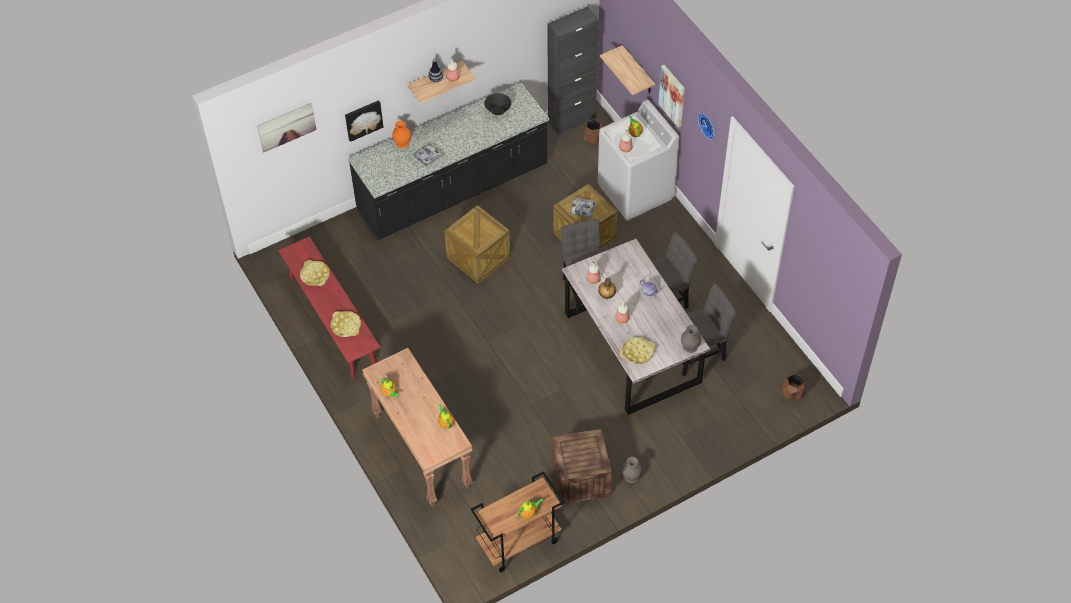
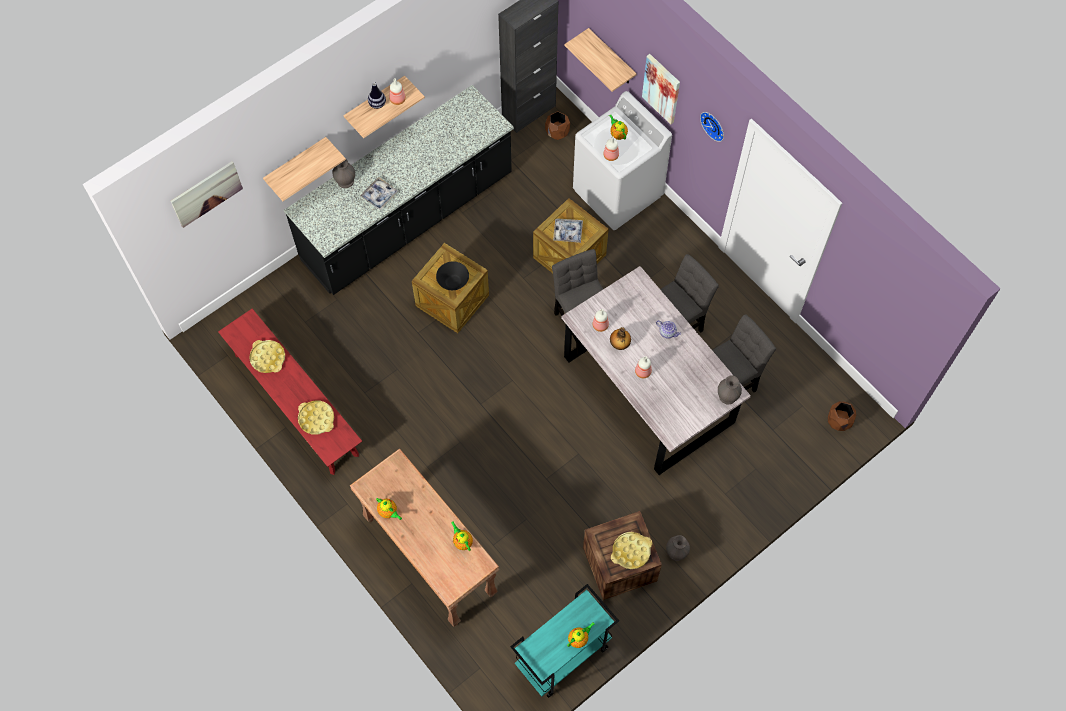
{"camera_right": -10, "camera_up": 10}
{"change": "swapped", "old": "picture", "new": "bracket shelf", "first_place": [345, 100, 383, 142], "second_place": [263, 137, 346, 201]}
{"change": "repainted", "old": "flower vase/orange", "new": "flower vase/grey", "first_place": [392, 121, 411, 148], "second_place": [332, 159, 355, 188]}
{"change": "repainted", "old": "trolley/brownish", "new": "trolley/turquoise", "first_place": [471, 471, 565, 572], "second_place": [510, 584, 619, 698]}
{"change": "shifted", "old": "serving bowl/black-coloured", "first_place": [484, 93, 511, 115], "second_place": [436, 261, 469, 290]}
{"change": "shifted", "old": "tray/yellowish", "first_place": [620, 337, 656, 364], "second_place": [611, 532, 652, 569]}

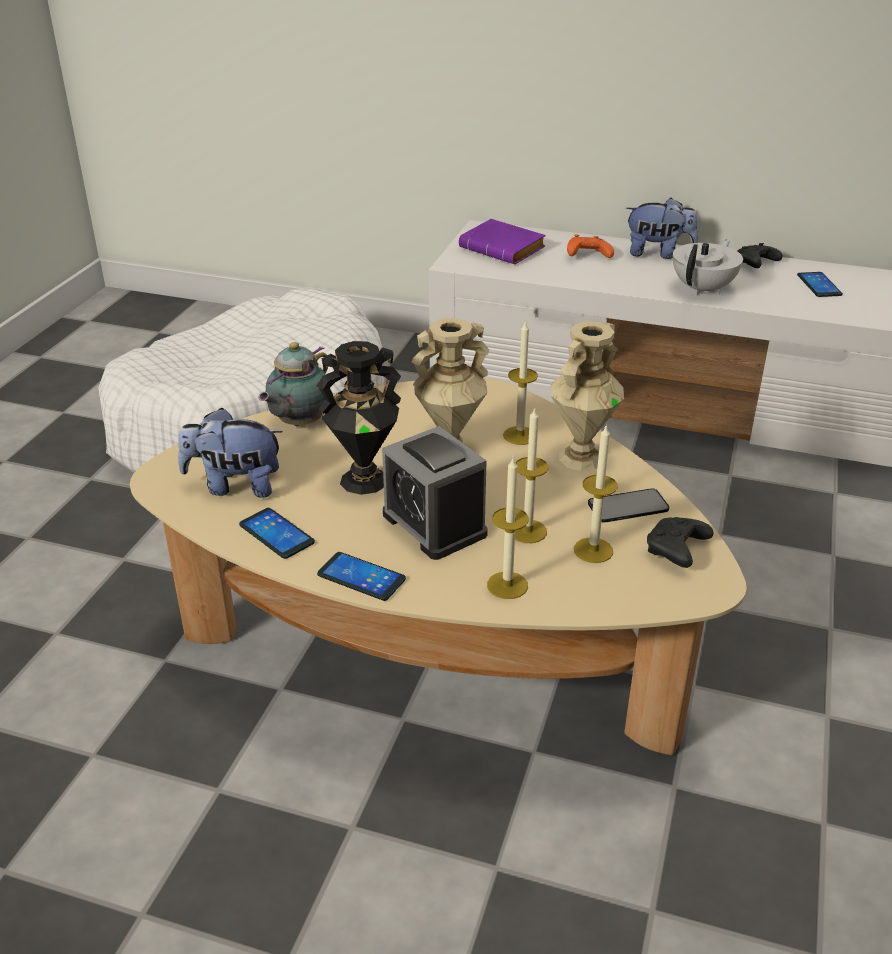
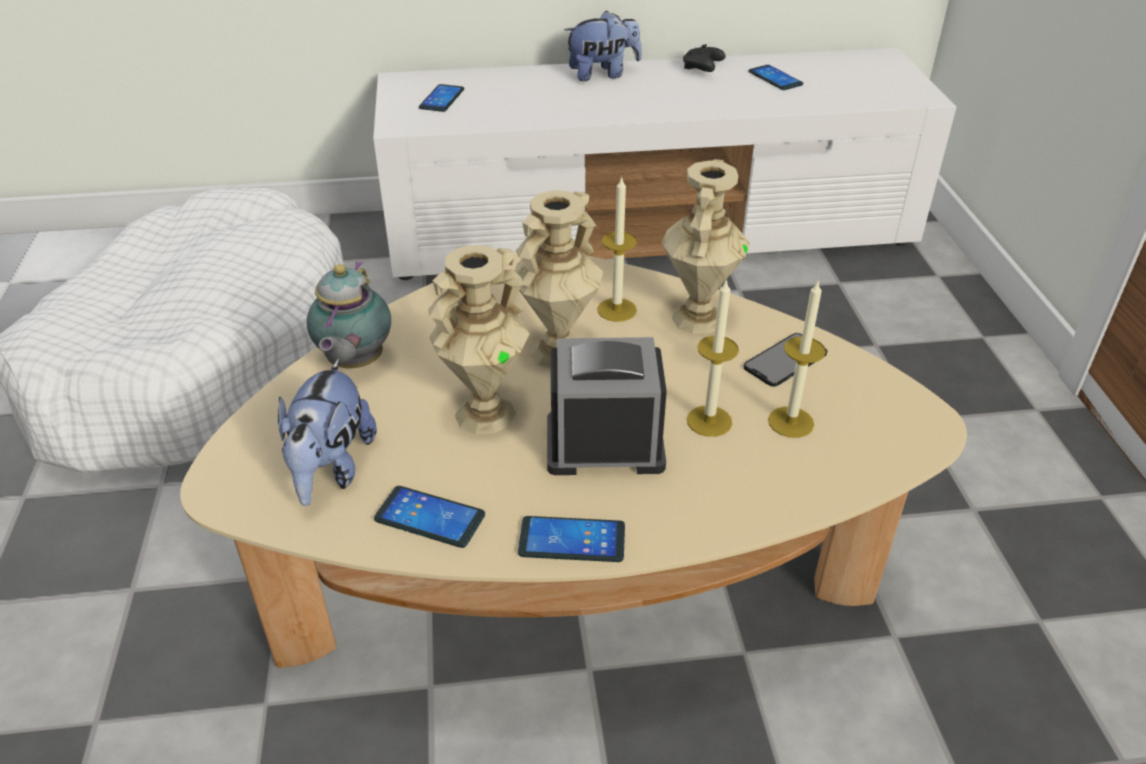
{"camera_right": -25, "camera_up": 5}
{"change": "rotated", "old": "plush toy", "first_place": [178, 408, 283, 498], "second_place": [278, 358, 377, 506], "degrees": -60}
{"change": "repainted", "old": "flower vase/black-coloured", "new": "flower vase/sand-coloured", "first_place": [316, 341, 401, 495], "second_place": [428, 245, 530, 434]}
{"change": "rotated", "old": "alarm clock", "first_place": [382, 426, 488, 560], "second_place": [547, 337, 667, 475], "degrees": 150}
{"change": "swapped", "old": "bound book/purplish", "new": "phone", "first_place": [459, 219, 546, 264], "second_place": [419, 84, 464, 112]}
{"change": "gone", "old": "wax light", "first_place": [487, 458, 529, 599]}
{"change": "gone", "old": "joypad/orange", "first_place": [567, 234, 614, 258]}
{"change": "gone", "old": "joypad/black-coloured", "first_place": [647, 517, 713, 568]}
{"change": "gone", "old": "teapot/white", "first_place": [673, 239, 743, 295]}

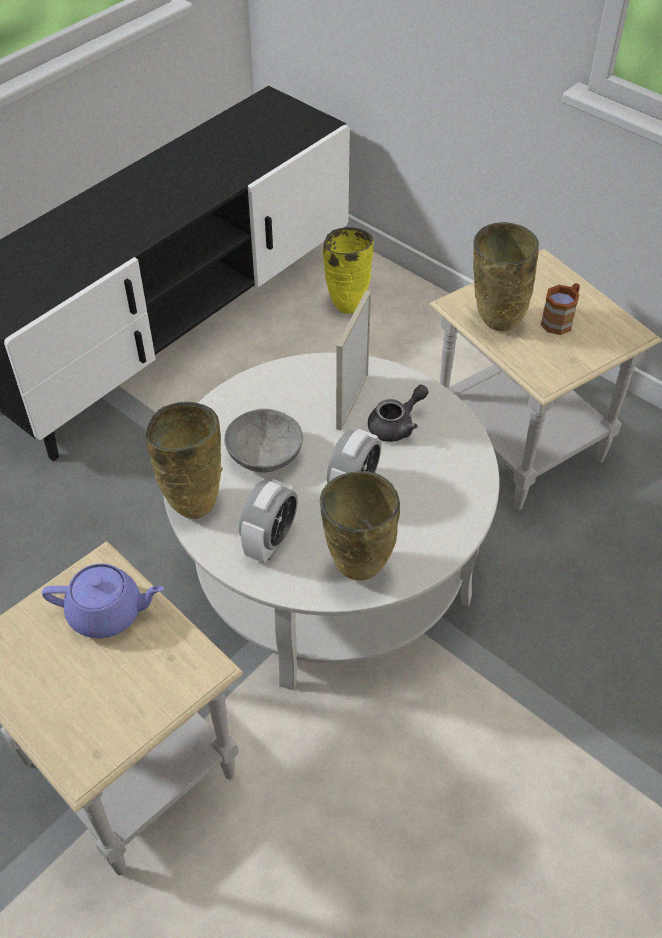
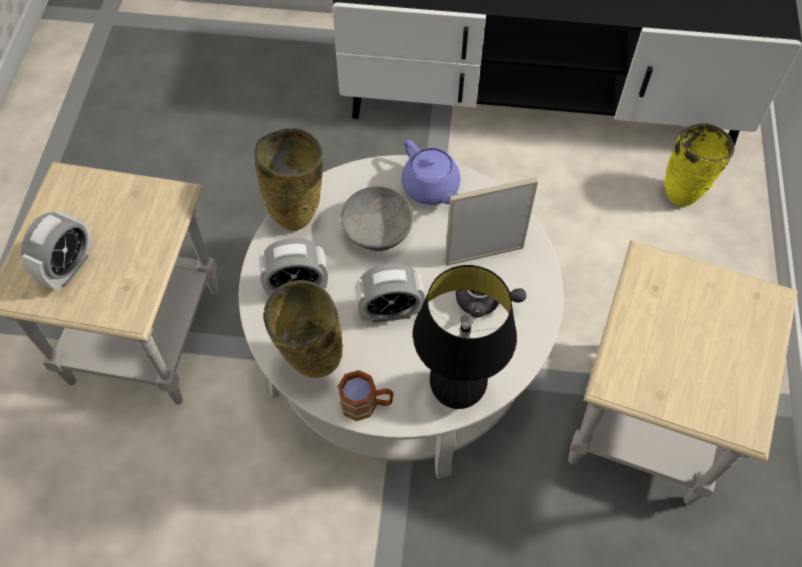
{"camera_right": 55, "camera_up": 10}
{"change": "shifted", "old": "teapot/purplish", "first_place": [42, 564, 164, 638], "second_place": [401, 140, 460, 205]}
{"change": "gone", "old": "flower vase/sand-coloured", "first_place": [473, 222, 539, 331]}
{"change": "shifted", "old": "mug/brownish", "first_place": [541, 283, 580, 335], "second_place": [338, 370, 393, 421]}
{"change": "new", "new": "alarm clock", "second_place": [21, 211, 93, 291]}
{"change": "new", "new": "tabletop lamp/black-coloured", "second_place": [413, 265, 517, 409]}

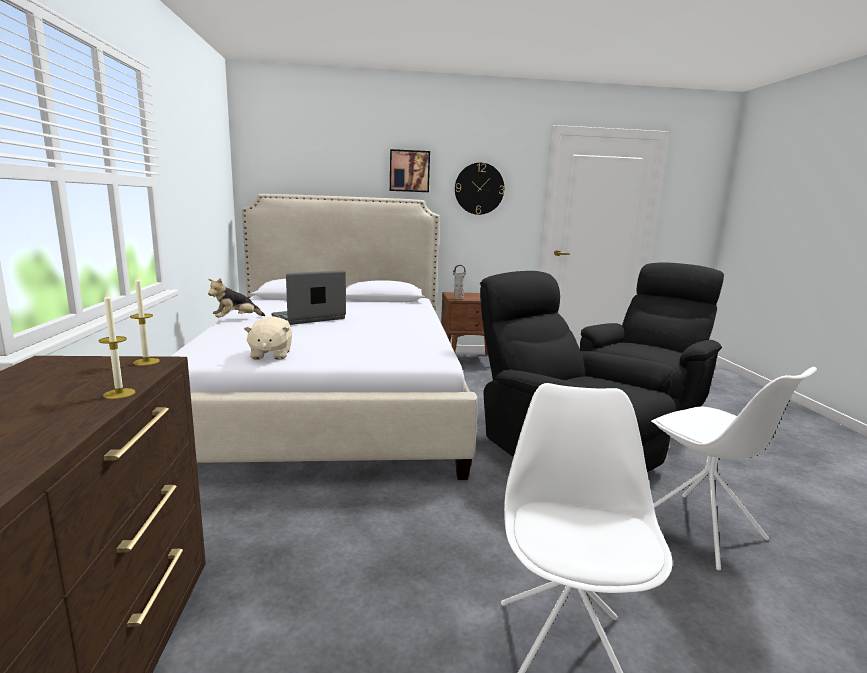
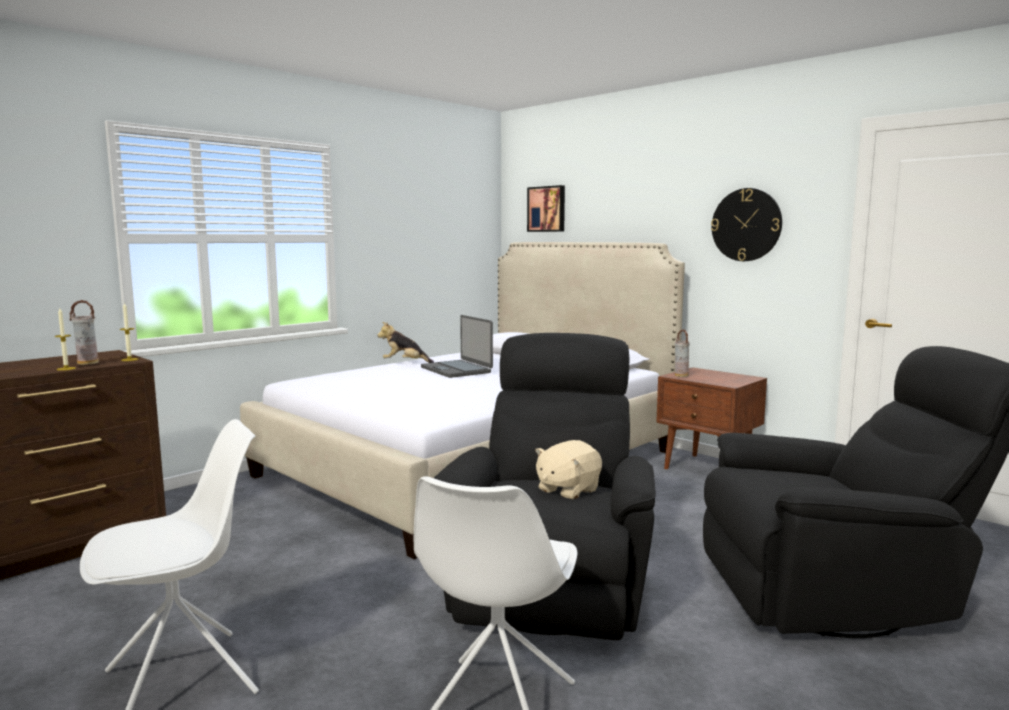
{"camera_right": 50, "camera_up": -5}
{"change": "shifted", "old": "plush toy/sand-coloured", "first_place": [244, 316, 292, 360], "second_place": [535, 440, 602, 499]}
{"change": "rotated", "old": "notebook computer", "first_place": [272, 270, 346, 325], "second_place": [421, 315, 493, 378], "degrees": -135}
{"change": "shifted", "old": "picture", "first_place": [390, 149, 430, 192], "second_place": [527, 185, 565, 232]}
{"change": "new", "new": "flower vase", "second_place": [69, 300, 99, 365]}

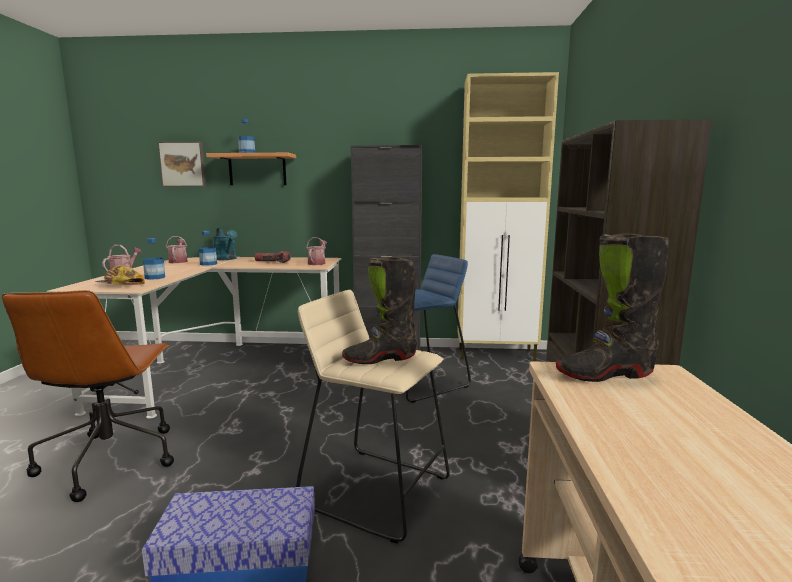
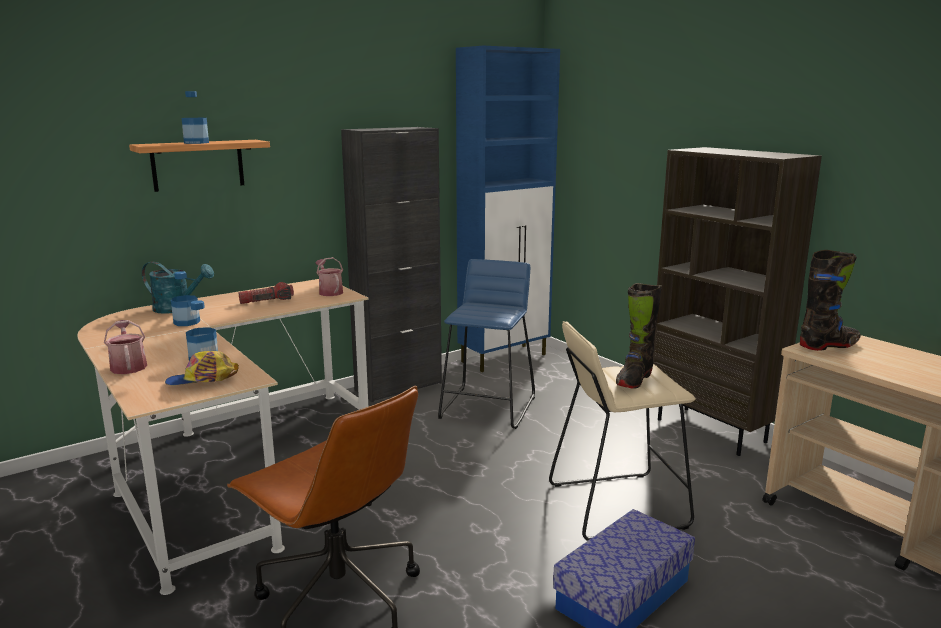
{"camera_right": -40, "camera_up": 5}
{"change": "gone", "old": "picture", "first_place": [158, 142, 206, 187]}
{"change": "gone", "old": "watering pot", "first_place": [166, 236, 188, 263]}
{"change": "repainted", "old": "cupboard/sand-coloured", "new": "cupboard/blue", "first_place": [457, 72, 559, 361], "second_place": [456, 46, 560, 372]}
{"change": "rotated", "old": "tall boot/black-coloured", "first_place": [556, 233, 669, 382], "second_place": [800, 250, 861, 351], "degrees": -150}

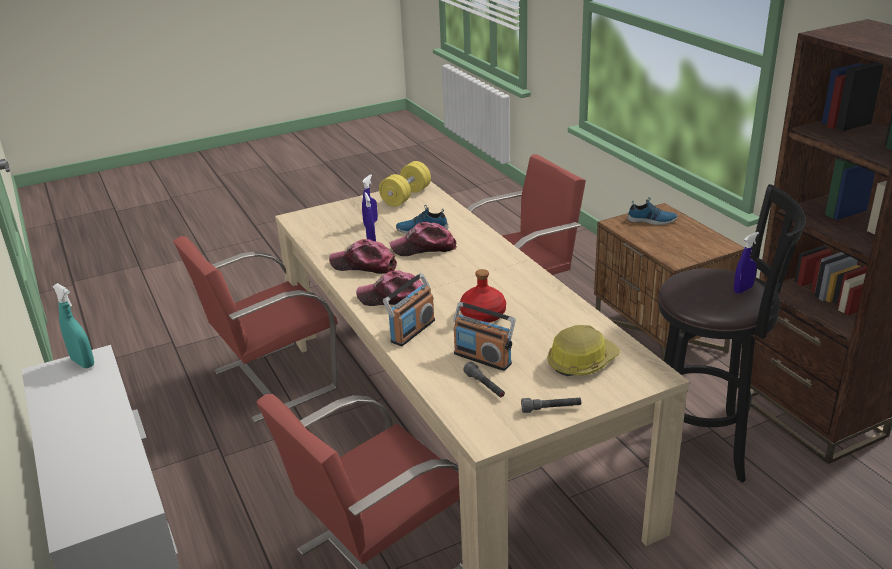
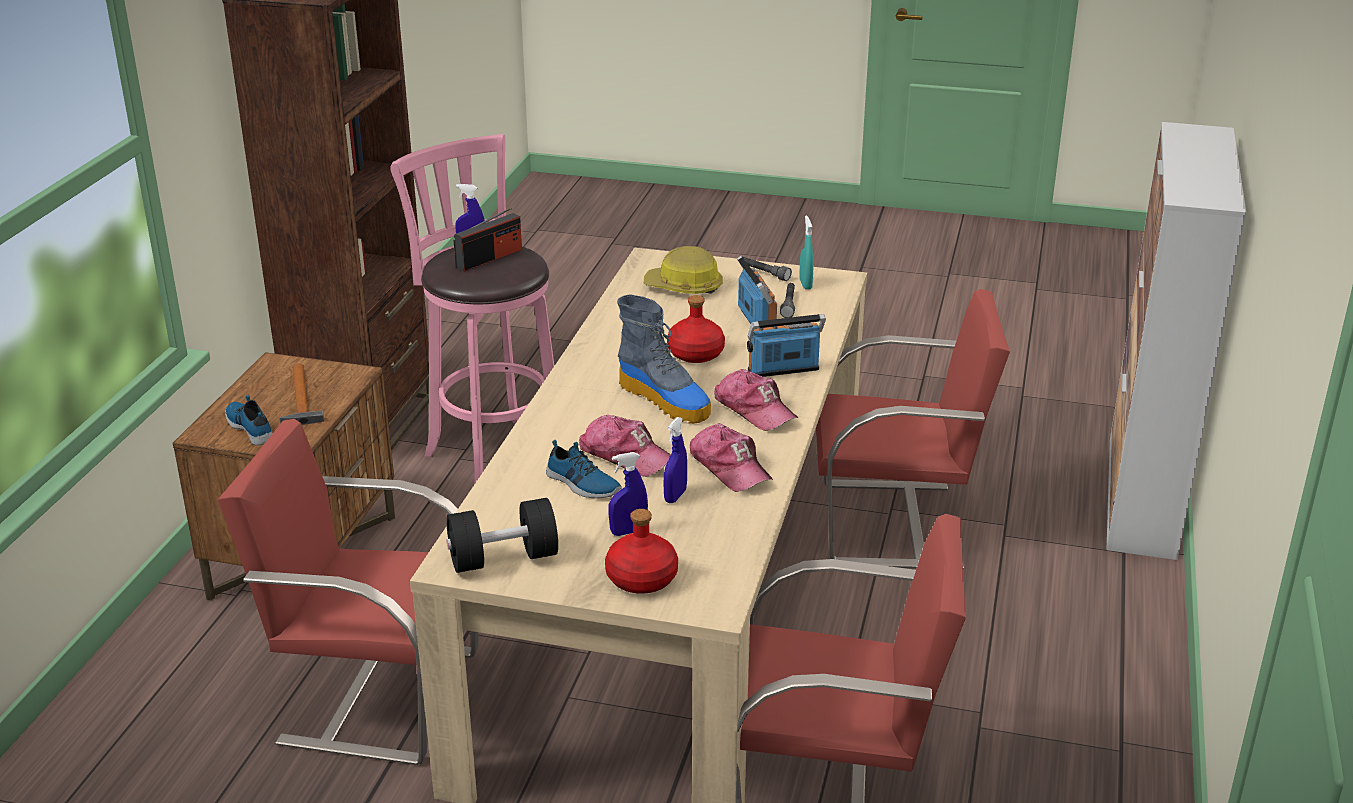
{"camera_right": -140, "camera_up": 0}
{"change": "shifted", "old": "sprayer/turquoise", "first_place": [53, 283, 94, 368], "second_place": [799, 216, 814, 290]}
{"change": "repainted", "old": "free weight/yellowish", "new": "free weight/black-coloured", "first_place": [379, 161, 431, 207], "second_place": [446, 498, 558, 573]}
{"change": "repainted", "old": "stool seat/black-coloured", "new": "stool seat/pink-coloured", "first_place": [658, 184, 806, 483], "second_place": [390, 134, 554, 485]}
{"change": "new", "new": "tool hammer", "second_place": [279, 363, 324, 425]}
{"change": "new", "new": "radio receiver", "second_place": [454, 208, 522, 272]}
{"change": "new", "new": "bottle/red-coloured", "second_place": [605, 509, 678, 594]}
{"change": "new", "new": "tall boot", "second_place": [617, 294, 711, 424]}

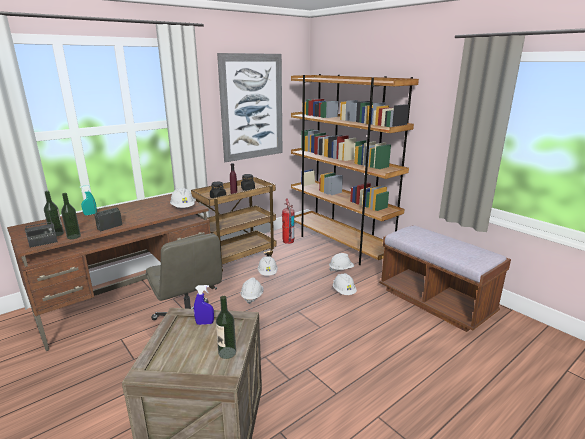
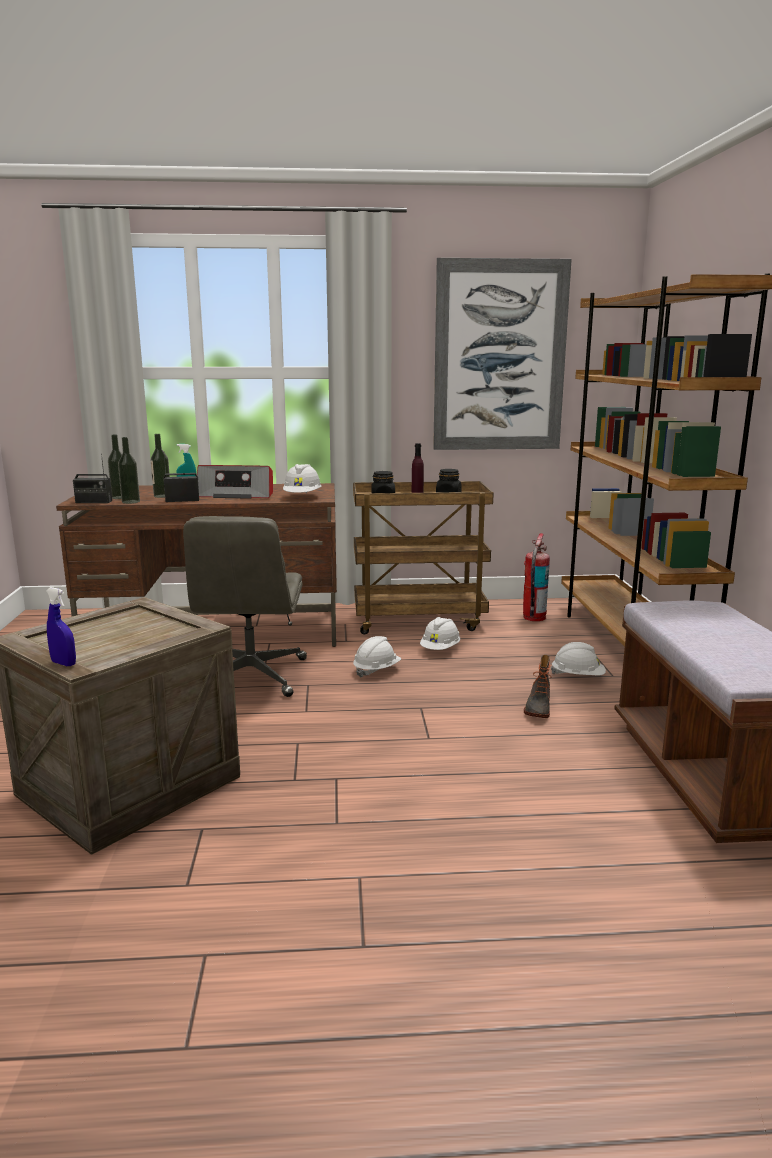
{"camera_right": 35, "camera_up": -5}
{"change": "shifted", "old": "sprayer/blue", "first_place": [194, 285, 214, 325], "second_place": [46, 587, 76, 666]}
{"change": "shifted", "old": "bottle", "first_place": [216, 296, 236, 359], "second_place": [151, 434, 170, 498]}
{"change": "swapped", "old": "work helmet/white", "new": "tall boot", "first_place": [333, 273, 357, 295], "second_place": [524, 655, 551, 718]}
{"change": "new", "new": "radio receiver", "second_place": [197, 465, 273, 499]}

